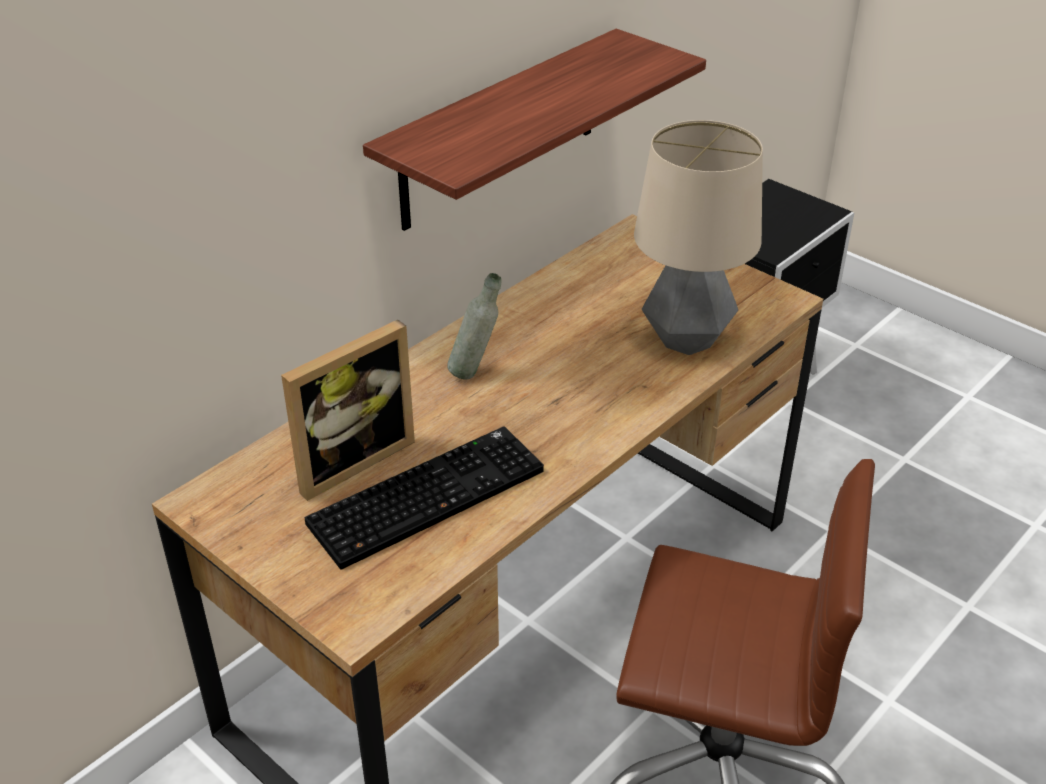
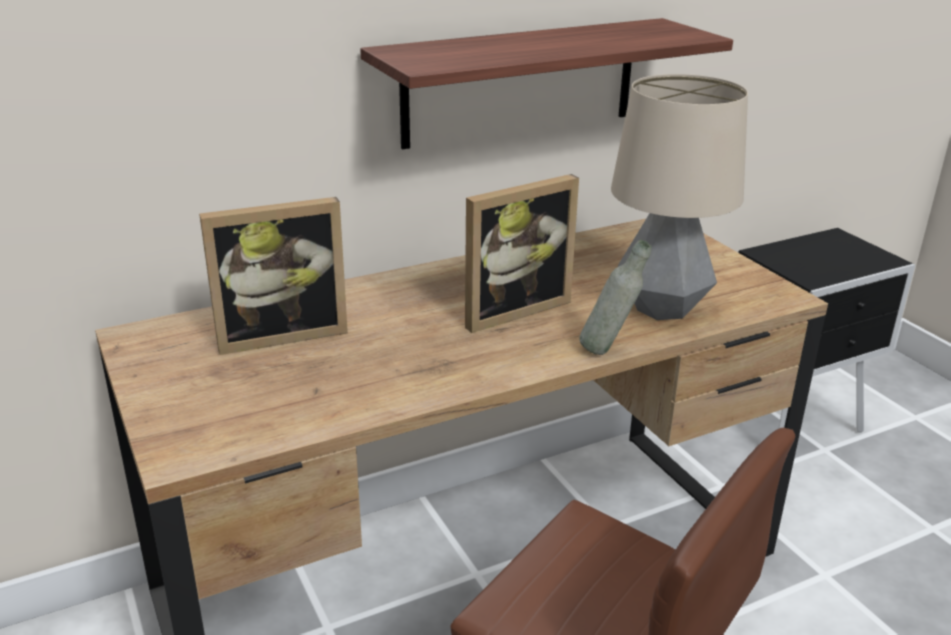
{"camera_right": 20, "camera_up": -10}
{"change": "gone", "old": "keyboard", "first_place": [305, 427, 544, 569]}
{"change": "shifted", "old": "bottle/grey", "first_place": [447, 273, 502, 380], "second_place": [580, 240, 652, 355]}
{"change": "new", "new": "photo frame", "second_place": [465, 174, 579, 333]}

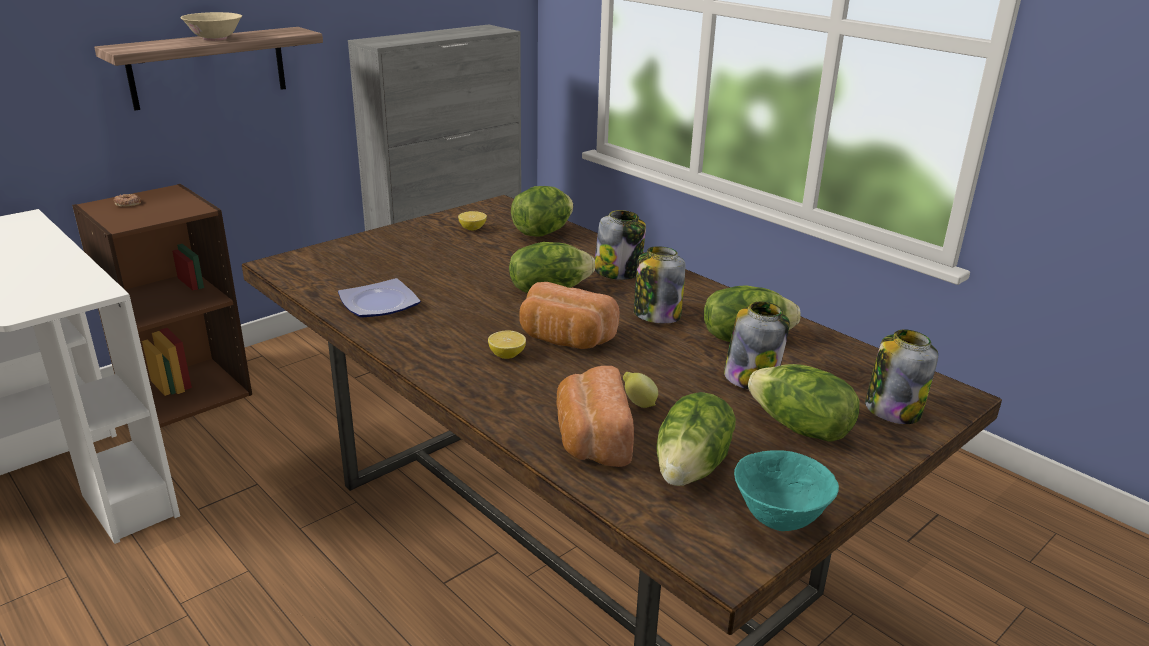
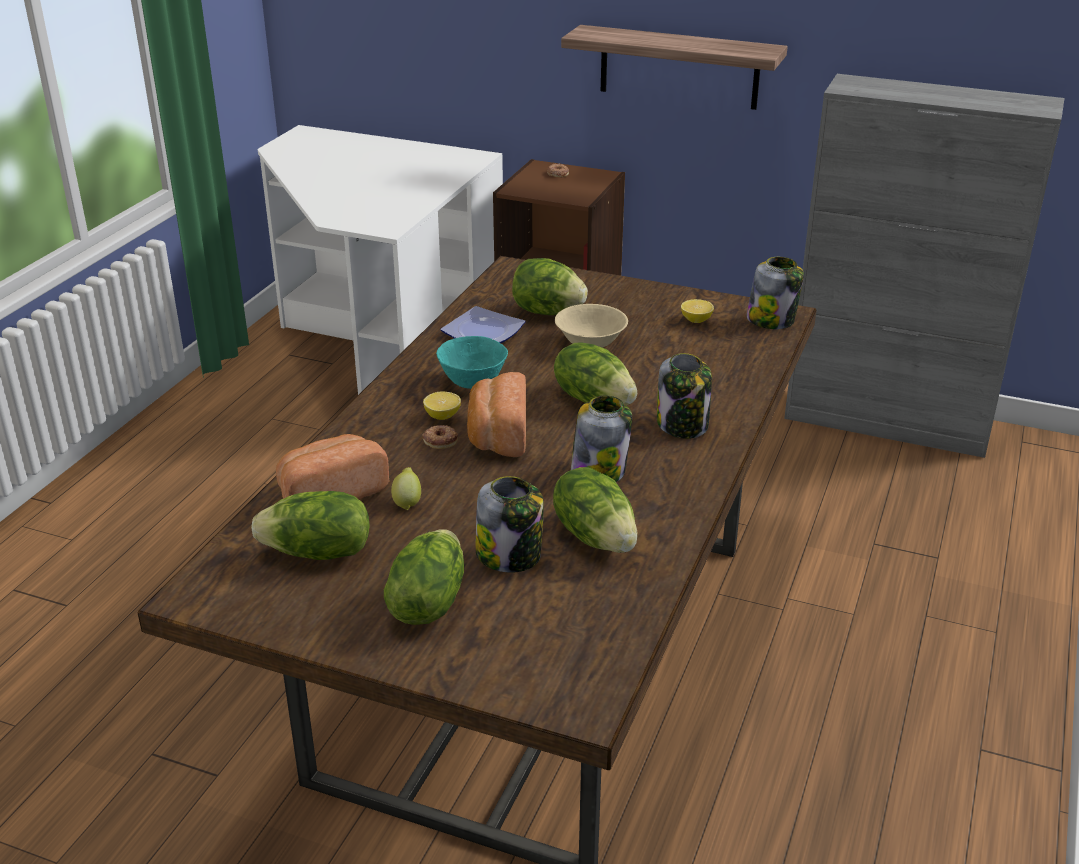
{"camera_right": 65, "camera_up": 5}
{"change": "shifted", "old": "serving bowl/sand-coloured", "first_place": [180, 12, 242, 41], "second_place": [555, 304, 628, 348]}
{"change": "shifted", "old": "head of lettuce", "first_place": [511, 186, 573, 237], "second_place": [512, 258, 588, 315]}
{"change": "shifted", "old": "serving bowl/turquoise", "first_place": [734, 450, 839, 531], "second_place": [436, 336, 508, 389]}
{"change": "shifted", "old": "jar", "first_place": [865, 329, 938, 424], "second_place": [747, 257, 804, 329]}
{"change": "new", "new": "doughnut", "second_place": [422, 425, 458, 449]}

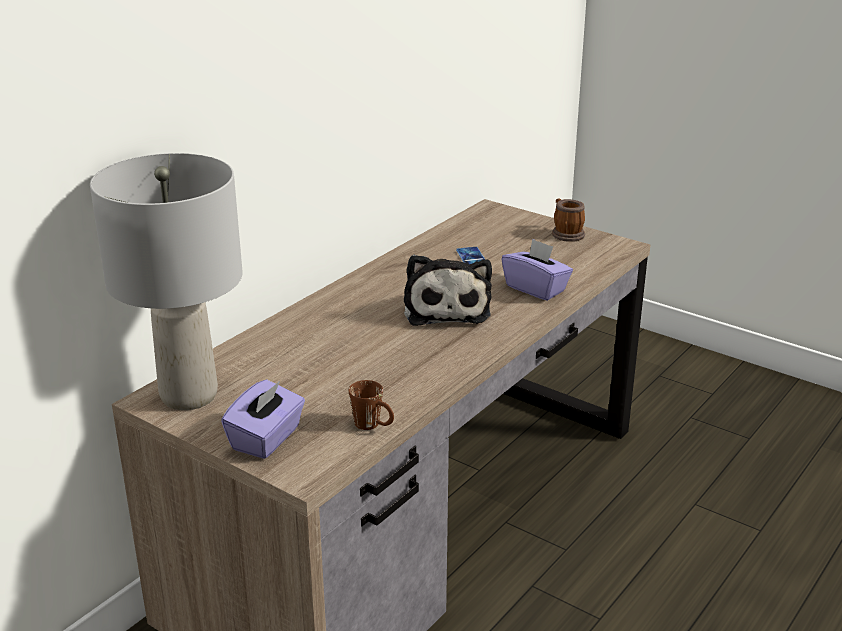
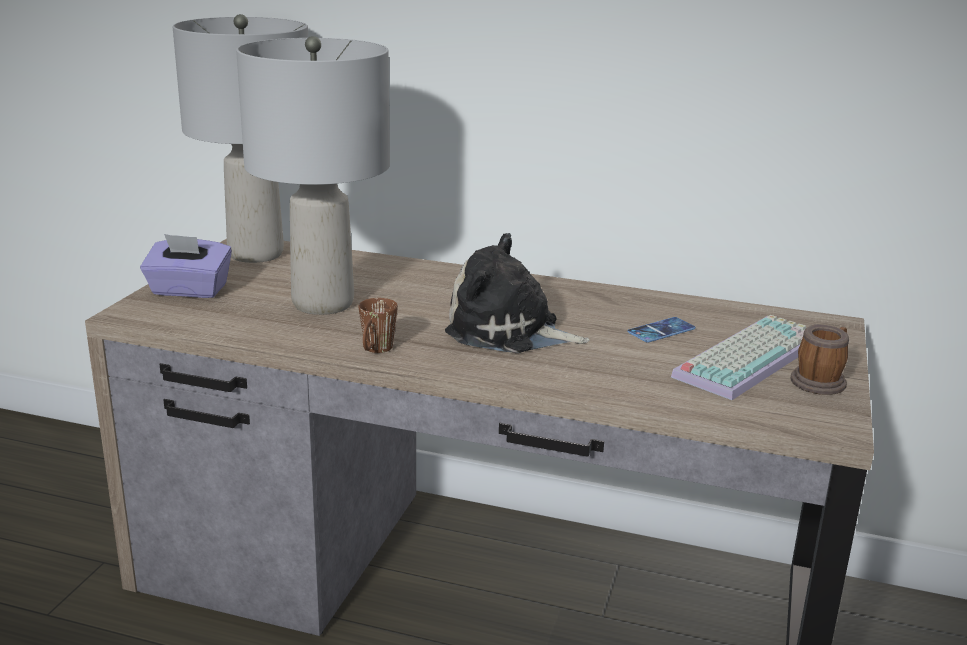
{"camera_right": 70, "camera_up": -5}
{"change": "shifted", "old": "mug/brownish", "first_place": [349, 380, 394, 430], "second_place": [359, 298, 398, 353]}
{"change": "rotated", "old": "plush toy", "first_place": [404, 255, 492, 326], "second_place": [445, 233, 589, 353], "degrees": 45}
{"change": "gone", "old": "tissue holder/purplish", "first_place": [501, 239, 573, 301]}
{"change": "new", "new": "tabletop lamp/grey", "second_place": [236, 36, 390, 315]}
{"change": "new", "new": "keyboard", "second_place": [671, 315, 806, 400]}

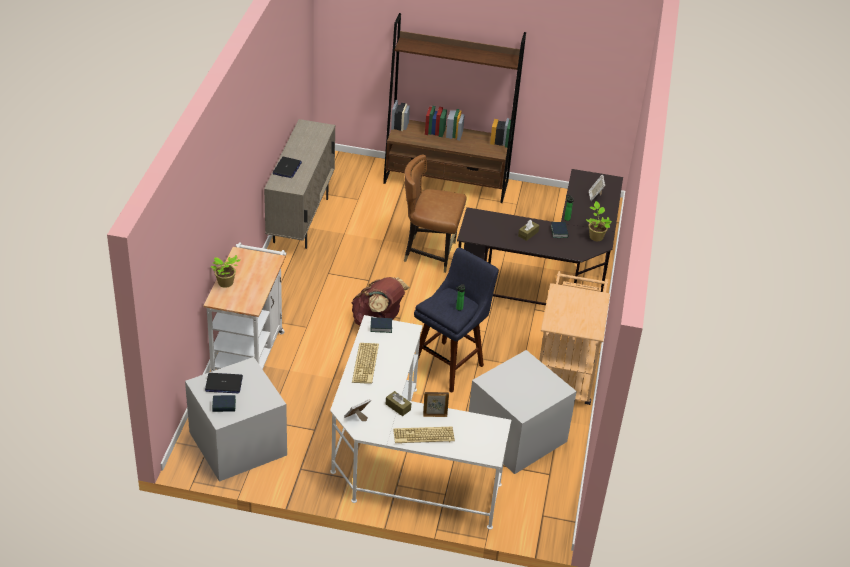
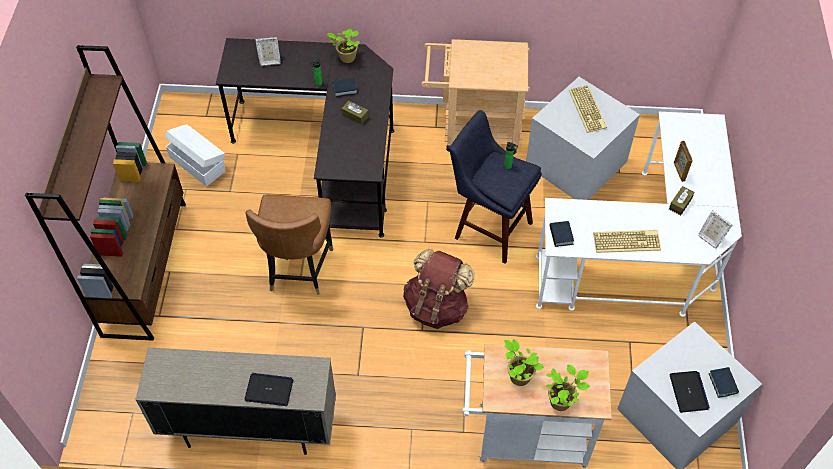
{"camera_right": -95, "camera_up": 15}
{"change": "shifted", "old": "keyboard", "first_place": [393, 427, 455, 444], "second_place": [569, 85, 607, 133]}
{"change": "new", "new": "storage box/white", "second_place": [165, 124, 226, 186]}
{"change": "new", "new": "potted plant", "second_place": [504, 339, 544, 386]}

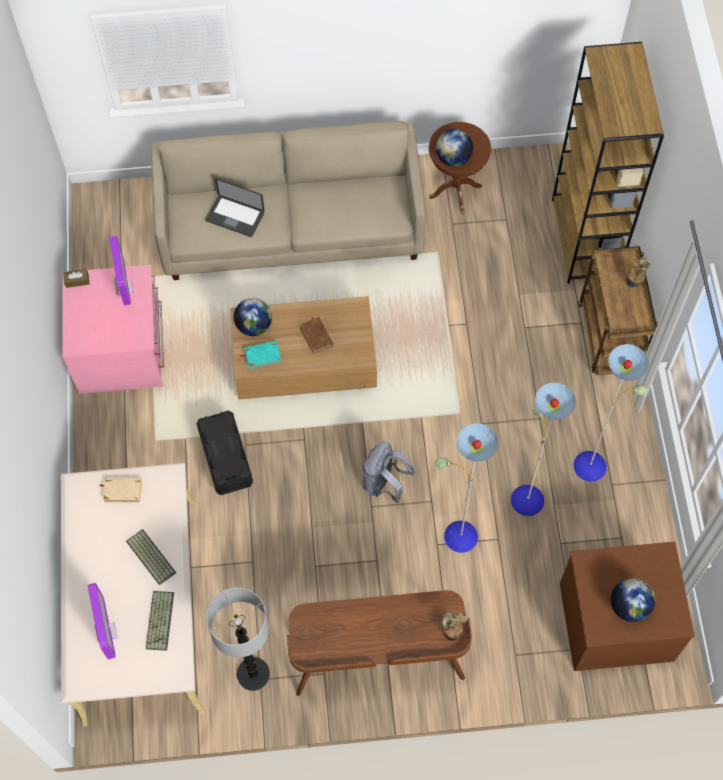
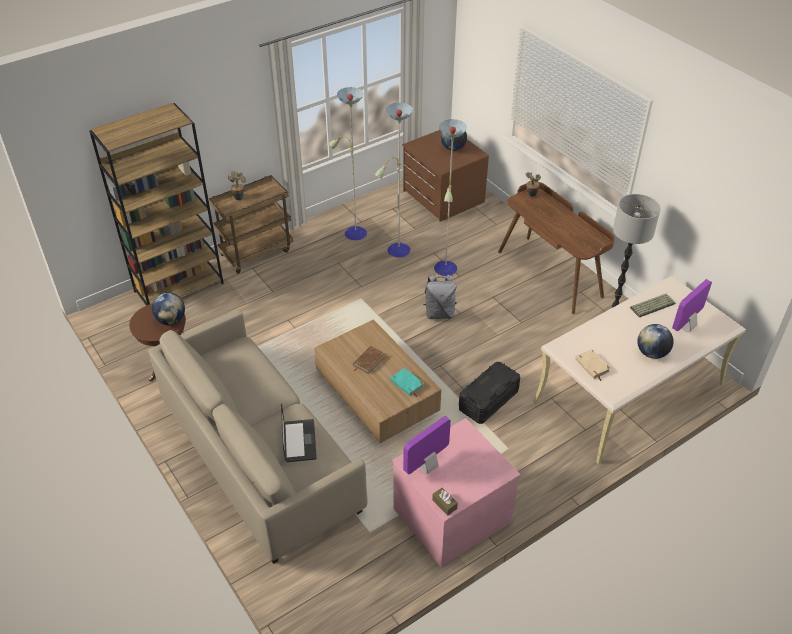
{"camera_right": -120, "camera_up": -20}
{"change": "gone", "old": "keyboard", "first_place": [126, 529, 176, 585]}
{"change": "shifted", "old": "world globe", "first_place": [234, 298, 272, 336], "second_place": [637, 324, 674, 359]}

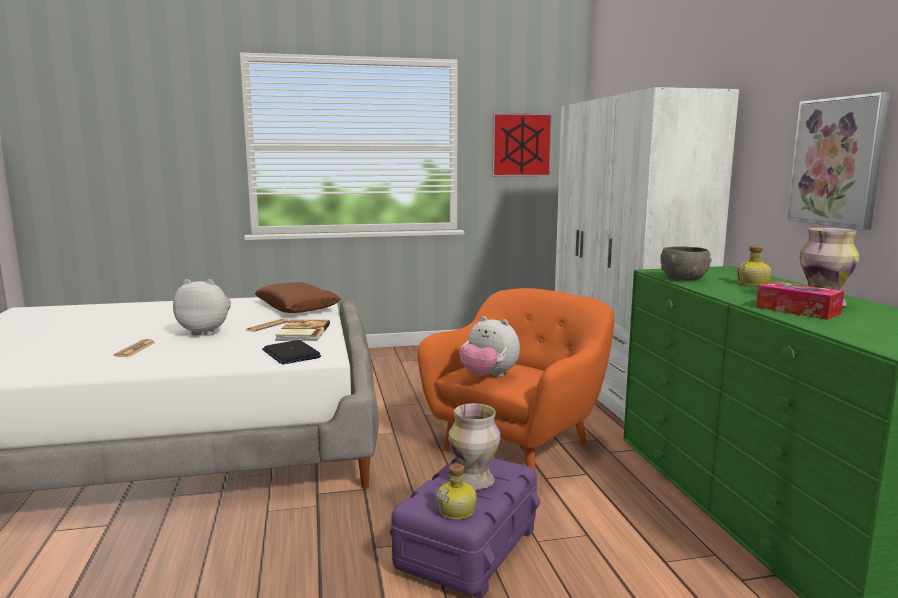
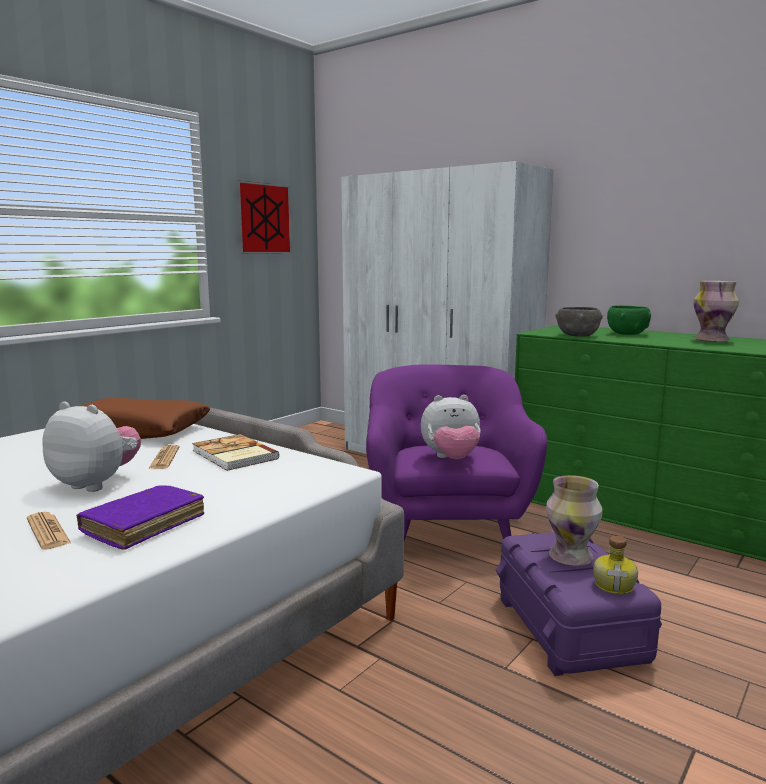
{"camera_right": -40, "camera_up": 0}
{"change": "rotated", "old": "plush toy", "first_place": [173, 279, 231, 336], "second_place": [42, 402, 141, 492], "degrees": 60}
{"change": "gone", "old": "notebook computer", "first_place": [262, 340, 321, 364]}
{"change": "repainted", "old": "armchair/orange", "new": "armchair/purplish", "first_place": [417, 288, 614, 470], "second_place": [366, 364, 547, 541]}
{"change": "swapped", "old": "bottle", "new": "serving bowl/green-coloured", "first_place": [736, 245, 771, 286], "second_place": [607, 306, 651, 335]}
{"change": "gone", "old": "tissue holder", "first_place": [756, 281, 844, 320]}
{"change": "gone", "old": "picture", "first_place": [787, 92, 890, 230]}
{"change": "new", "new": "bound book/purplish", "second_place": [76, 485, 204, 550]}

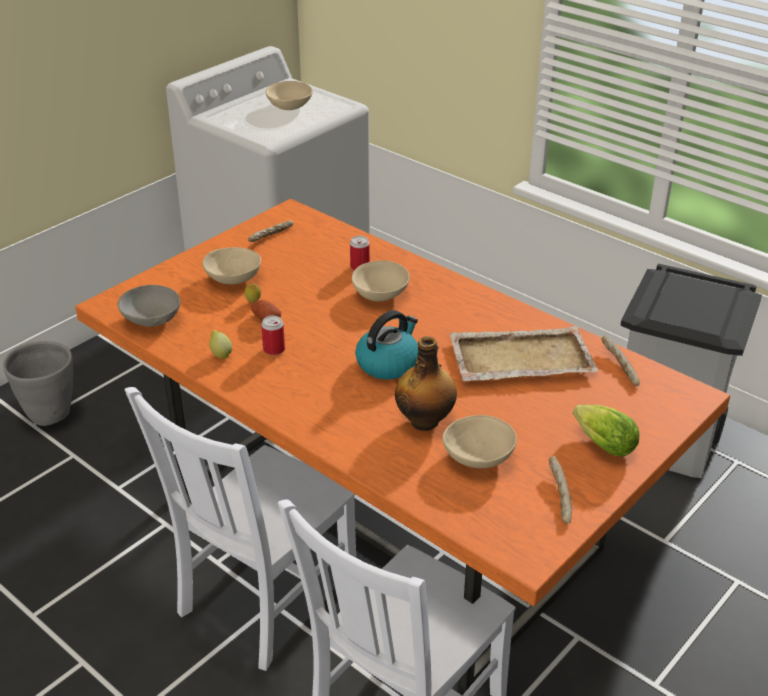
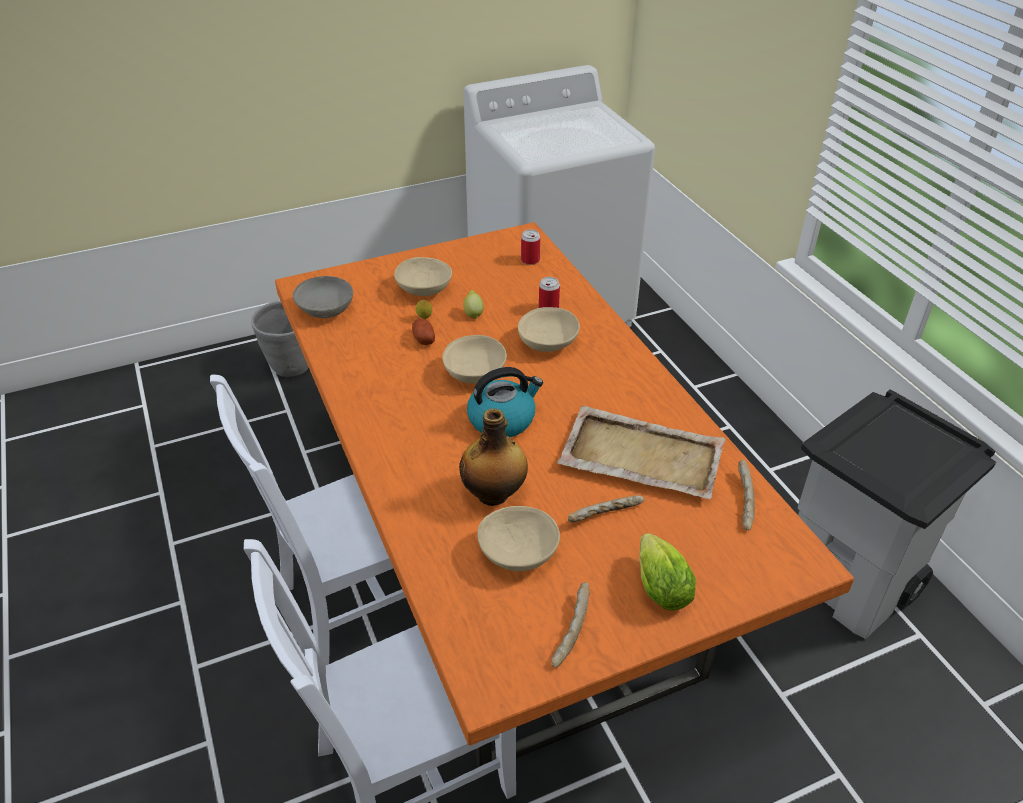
{"camera_right": 25, "camera_up": 5}
{"change": "shifted", "old": "lemon", "first_place": [209, 330, 232, 358], "second_place": [463, 290, 484, 319]}
{"change": "shifted", "old": "baked bread", "first_place": [248, 220, 294, 242], "second_place": [568, 495, 645, 522]}
{"change": "shifted", "old": "sealed can", "first_place": [261, 315, 285, 355], "second_place": [521, 229, 540, 265]}
{"change": "shifted", "old": "serving bowl/sand-coloured", "first_place": [266, 81, 313, 110], "second_place": [442, 335, 507, 383]}

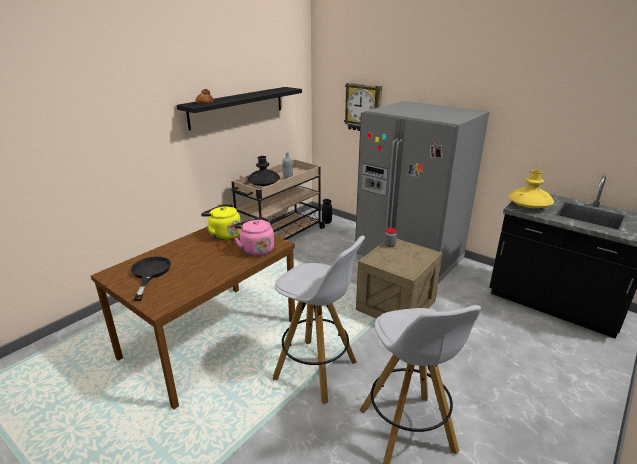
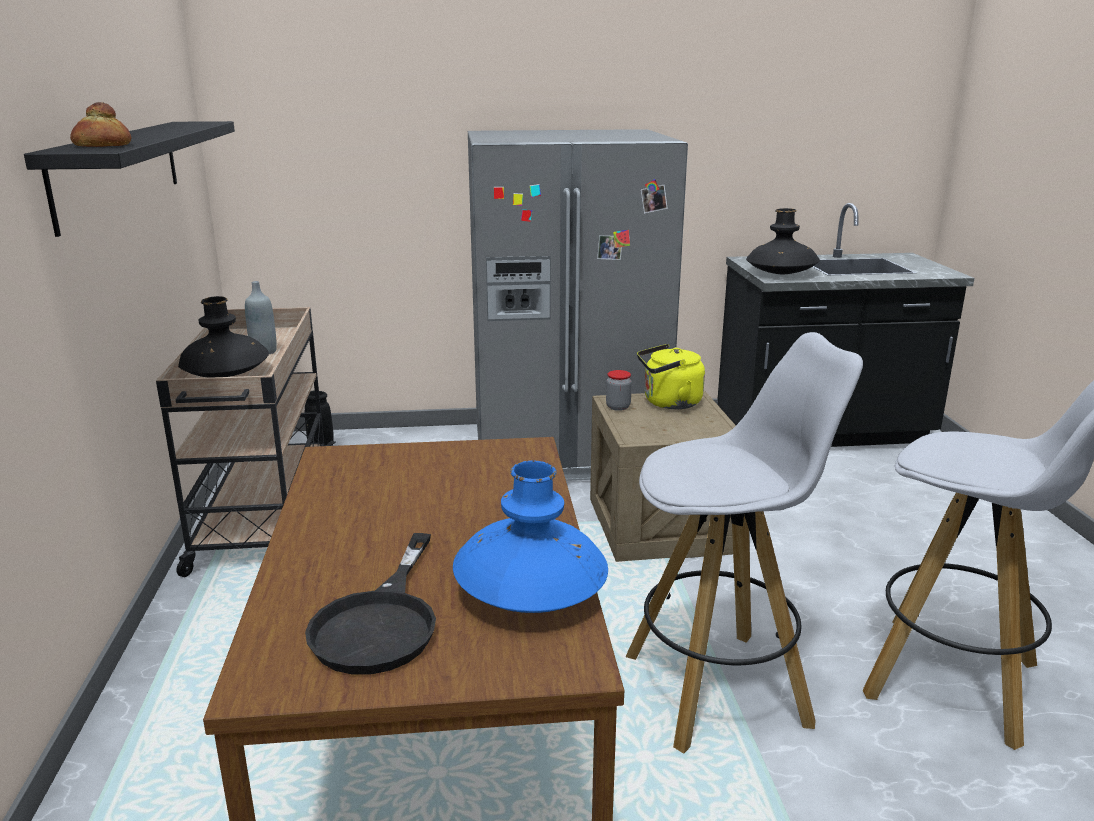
{"camera_right": -45, "camera_up": -5}
{"change": "rotated", "old": "frying pan/black-coloured", "first_place": [131, 257, 171, 301], "second_place": [305, 533, 436, 675], "degrees": -120}
{"change": "shifted", "old": "kettle/yellowish", "first_place": [201, 204, 241, 240], "second_place": [637, 344, 705, 409]}
{"change": "gone", "old": "kettle/pink-coloured", "first_place": [234, 217, 274, 256]}
{"change": "gone", "old": "wall clock", "first_place": [344, 83, 382, 131]}
{"change": "repainted", "old": "flower vase/yellowish", "new": "flower vase/black-coloured", "first_place": [509, 170, 554, 208], "second_place": [746, 208, 820, 274]}
{"change": "new", "new": "flower vase/blue", "second_place": [453, 461, 608, 613]}

